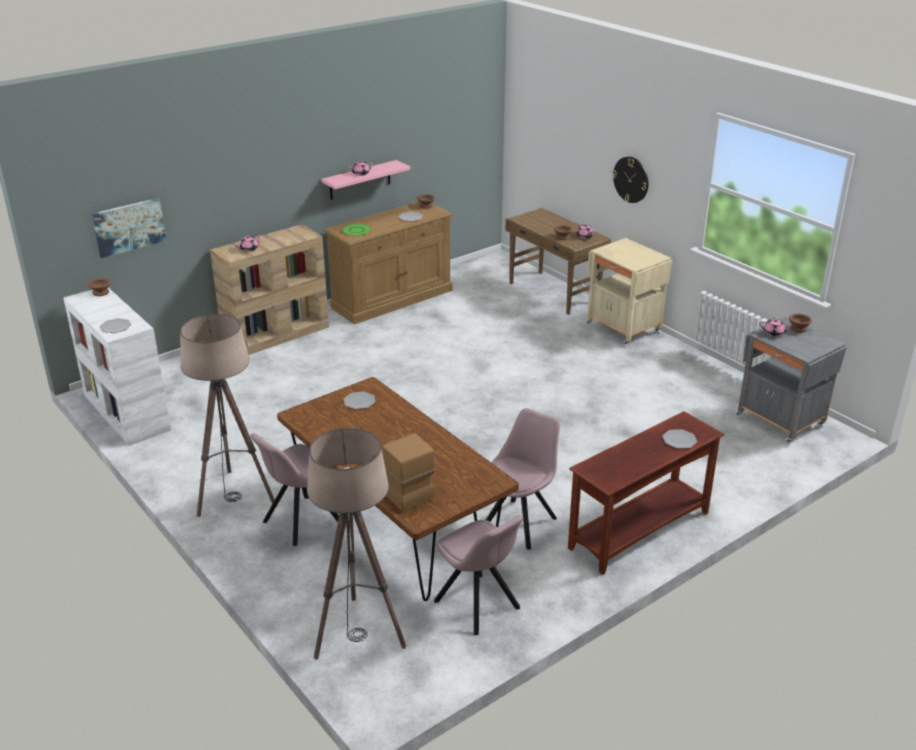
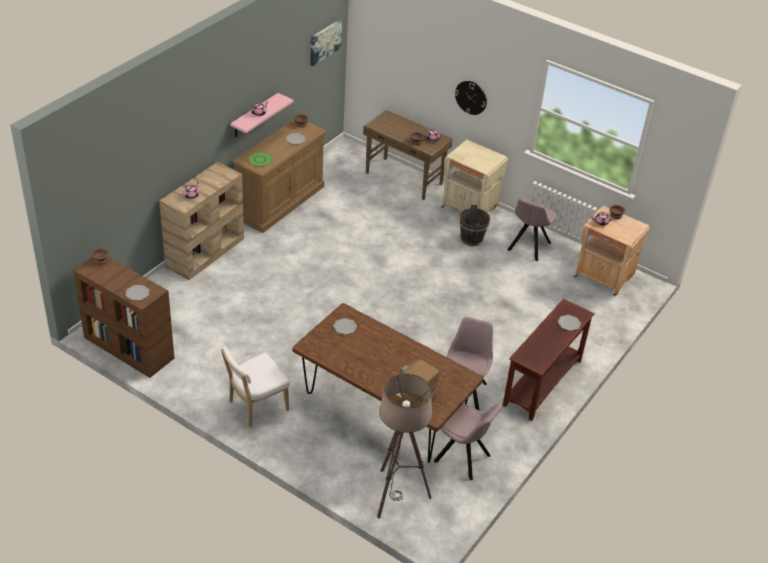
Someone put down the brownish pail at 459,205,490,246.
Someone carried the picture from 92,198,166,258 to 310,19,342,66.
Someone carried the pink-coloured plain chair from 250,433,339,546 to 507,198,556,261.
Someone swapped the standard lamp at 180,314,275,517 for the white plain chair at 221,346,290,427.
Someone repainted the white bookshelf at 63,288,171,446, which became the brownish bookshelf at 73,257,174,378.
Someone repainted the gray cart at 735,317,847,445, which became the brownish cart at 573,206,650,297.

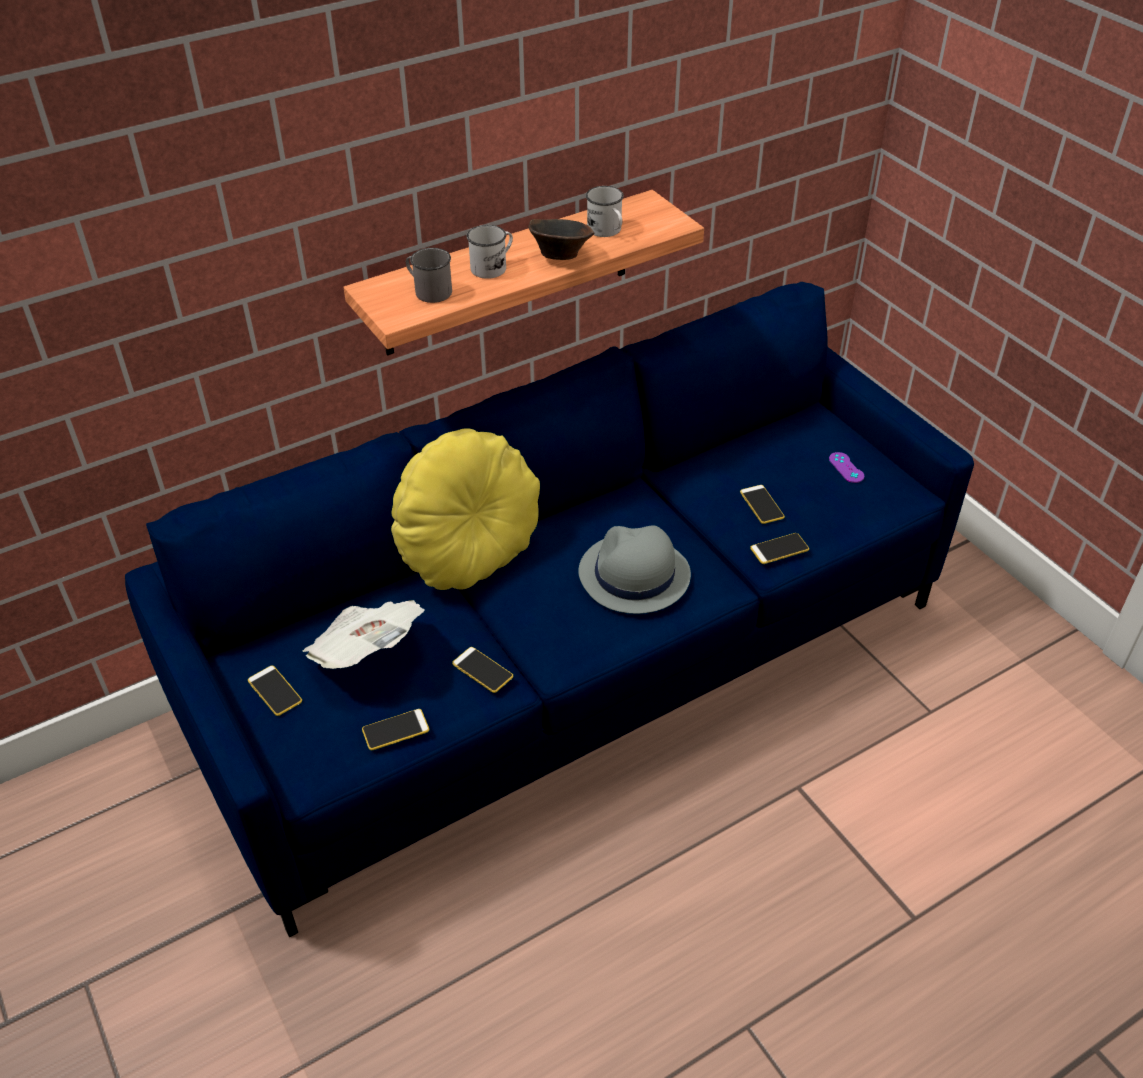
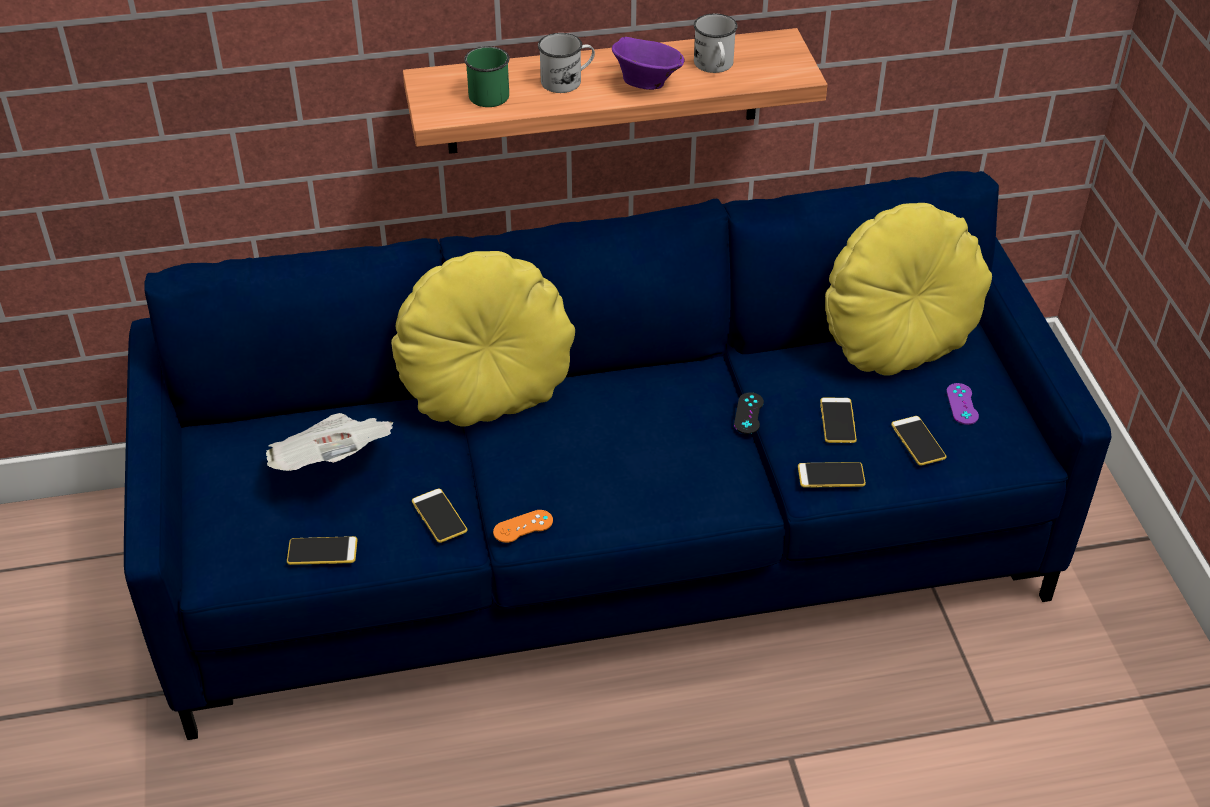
Someone took away the gray clothing hat at 578,525,691,614.
Someone put down the orangey game controller at 493,510,553,543.
Someone put down the black-coloured game controller at 734,392,764,434.
Someone put down the yellow pillow at 825,203,992,376.
Someone carried the telephone from 248,666,302,716 to 891,416,947,466.
Someone repainted the gray mug at 406,248,452,303, which became the green mug at 464,46,509,107.
Someone repainted the brownish serving bowl at 528,219,594,260, which became the purple-coloured serving bowl at 612,37,685,90.

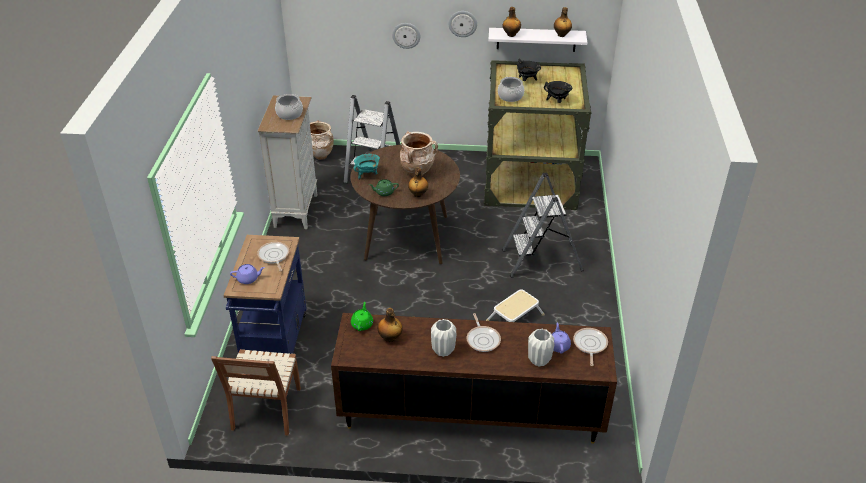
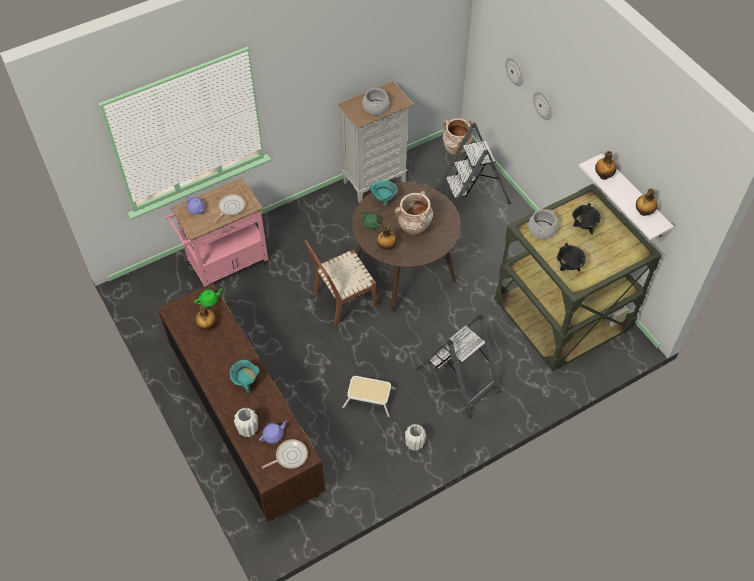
Someone carried the plain chair from 211,349,301,435 to 305,240,377,327.
Someone carried the white decorative vase from 431,319,456,357 to 405,424,426,451.
Someone carried the hanging clock from 449,11,477,37 to 505,57,524,86.
Someone swapped the pan at 466,313,501,352 for the blue-green cooking pot at 229,360,259,394.
Someone repainted the blue cart at 223,235,307,354, which became the pink-coloured cart at 166,178,268,287.

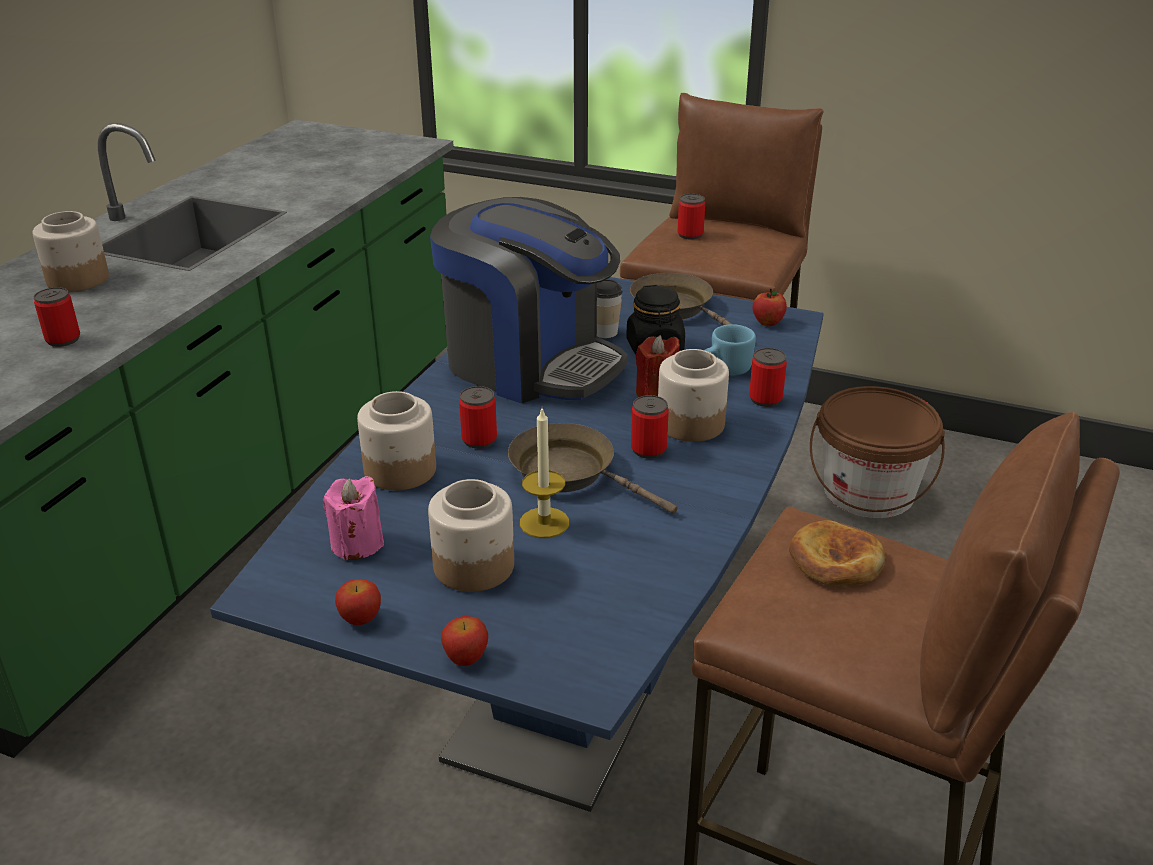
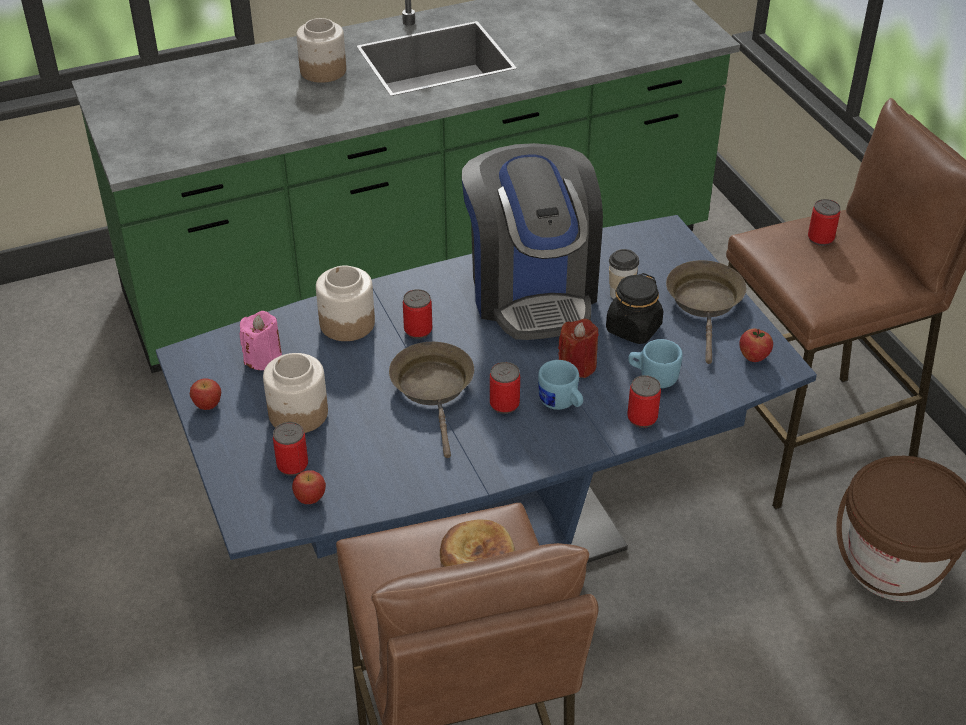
Someone took away the candle at 520,409,569,538.
Someone carried the can from 34,287,80,347 to 273,422,308,476.
Someone carried the whole apple from 441,616,488,666 to 292,470,326,504.
Someone swapped the storage jar at 658,349,729,442 for the blue mug at 538,360,583,410.

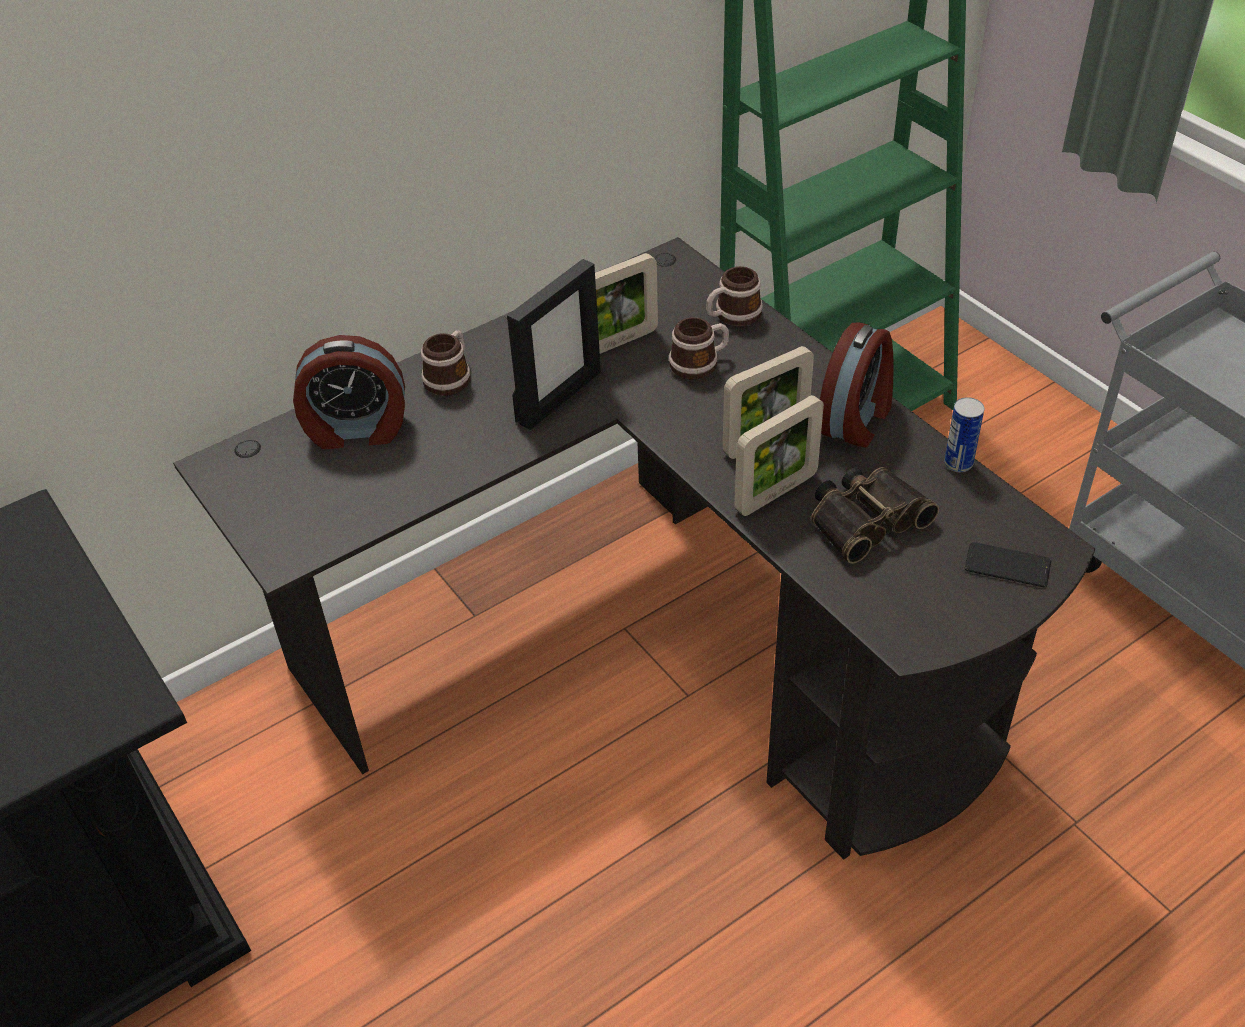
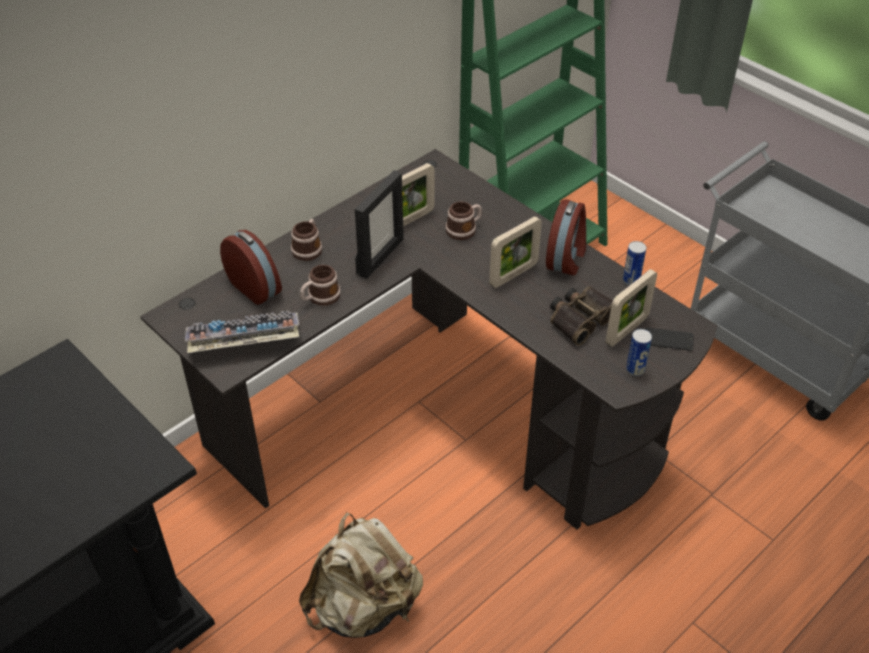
Someone put down the computer keyboard at 185,311,299,353.
Someone put down the beige backpack at 299,513,423,638.
Someone put down the can at 626,329,652,376.
Someone carried the mug from 706,266,763,326 to 300,265,341,306.
Someone carried the picture frame from 734,395,824,516 to 605,269,657,347.
Someone rotated the bedside clock at 293,335,405,449 by 120 degrees counterclockwise.

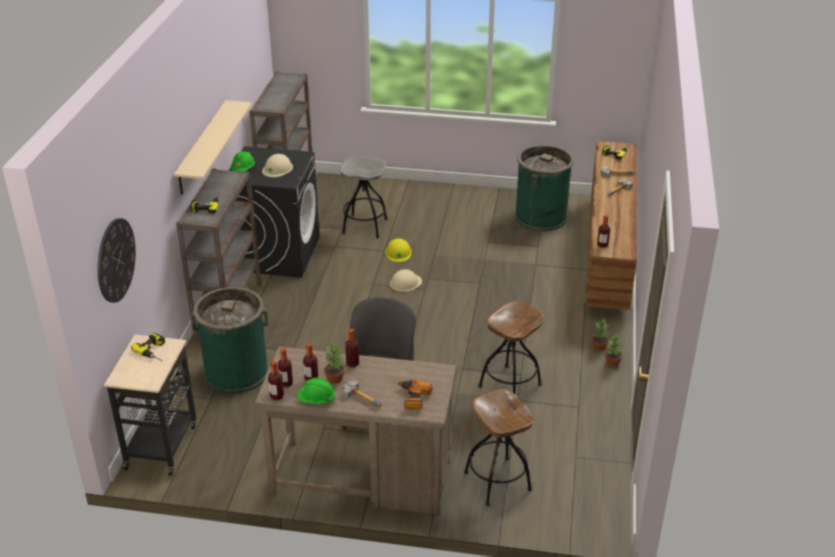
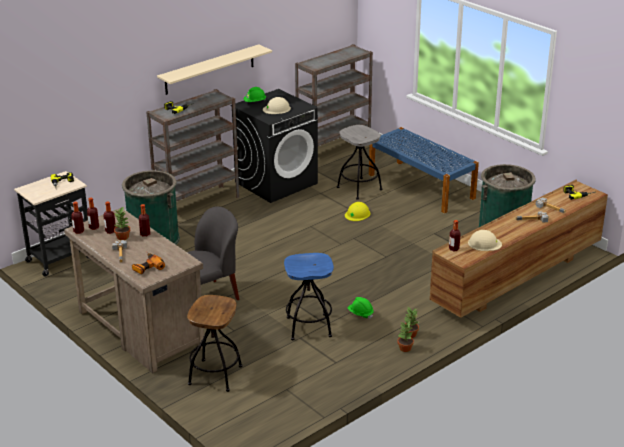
Someone took away the hanging clock at 98,218,136,303.
Someone put down the blue indoor bench at 369,127,479,214.
Someone carried the green hard hat from 297,378,336,404 to 348,297,374,319.
Someone carried the beige hard hat from 390,269,422,292 to 468,230,502,251.
Someone repainted the brownish stool seat at 478,301,544,395, which became the blue stool seat at 284,253,334,340.

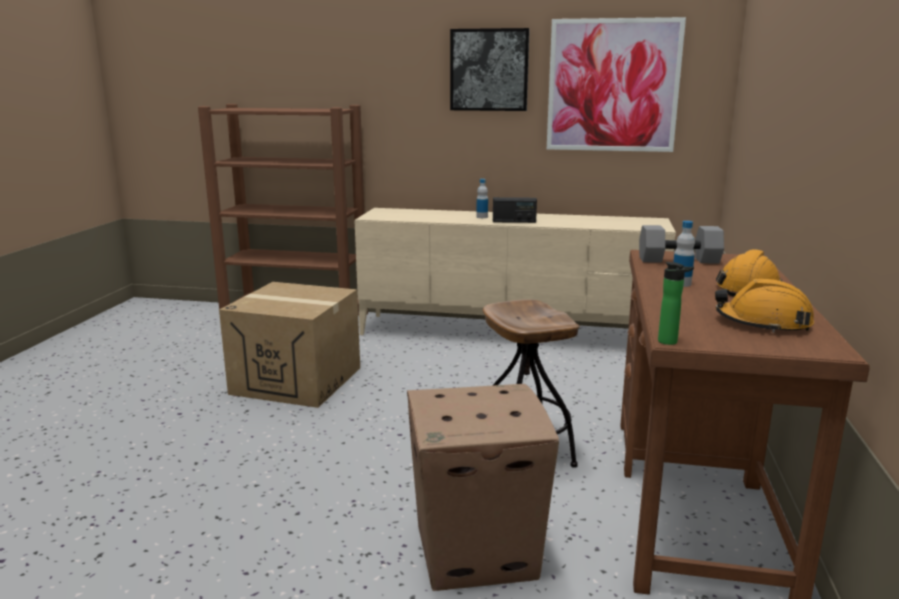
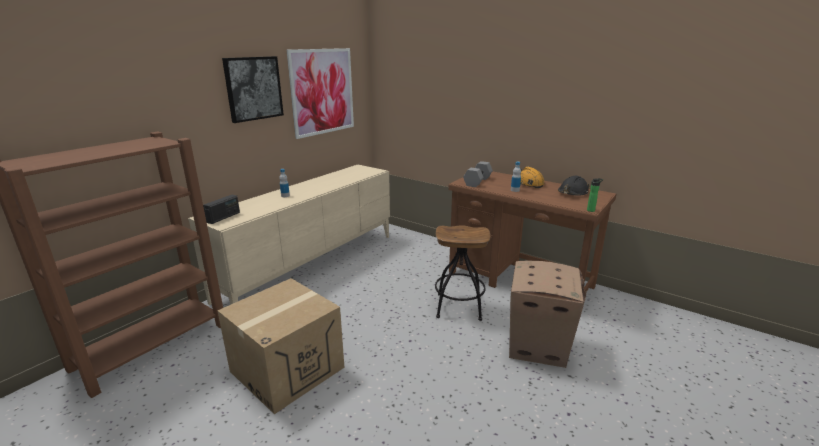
Someone carried the radio set from 493,197,537,223 to 203,195,240,224.
Someone repainted the orangey hard hat at 715,279,814,333, which became the black-coloured hard hat at 558,176,590,196.

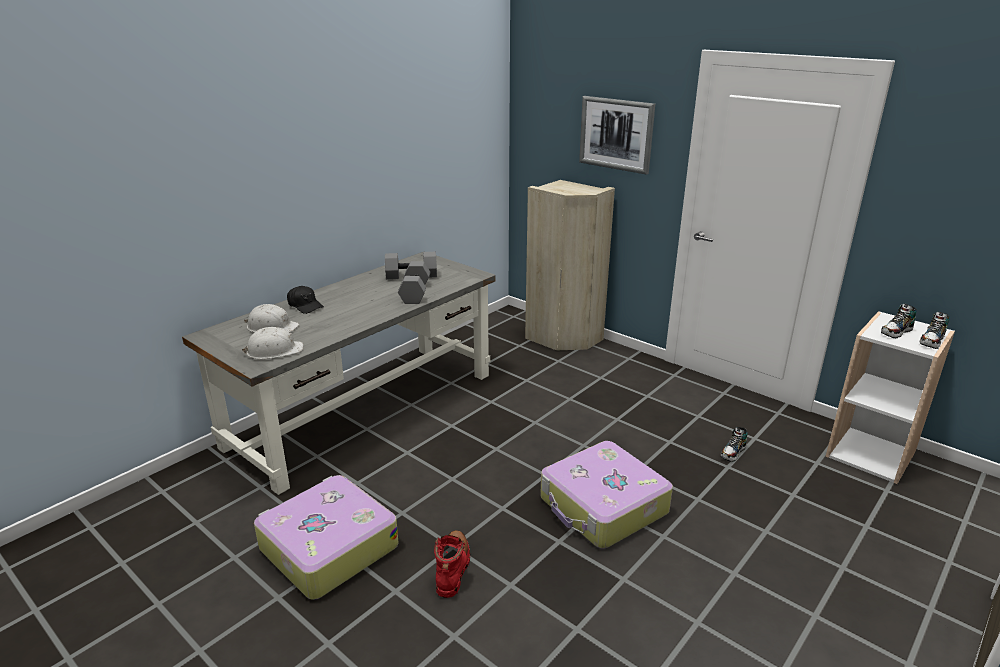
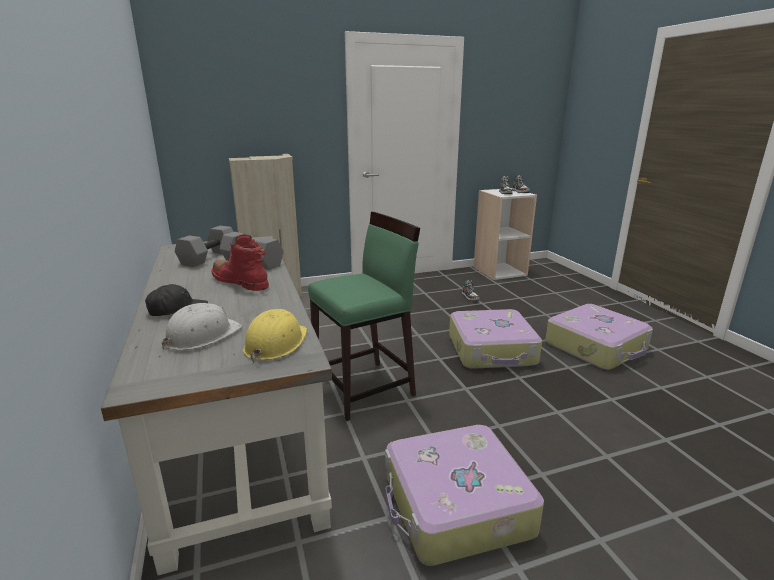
Someone took away the picture at 579,96,655,175.
Someone put down the green stool seat at 308,212,420,421.
Someone put down the suitcase at 545,304,653,370.
Someone carried the red-coloured high-top boot from 434,530,470,598 to 212,235,269,291.
Someone repainted the white hard hat at 242,327,303,359, which became the yellow hard hat at 243,309,307,363.

